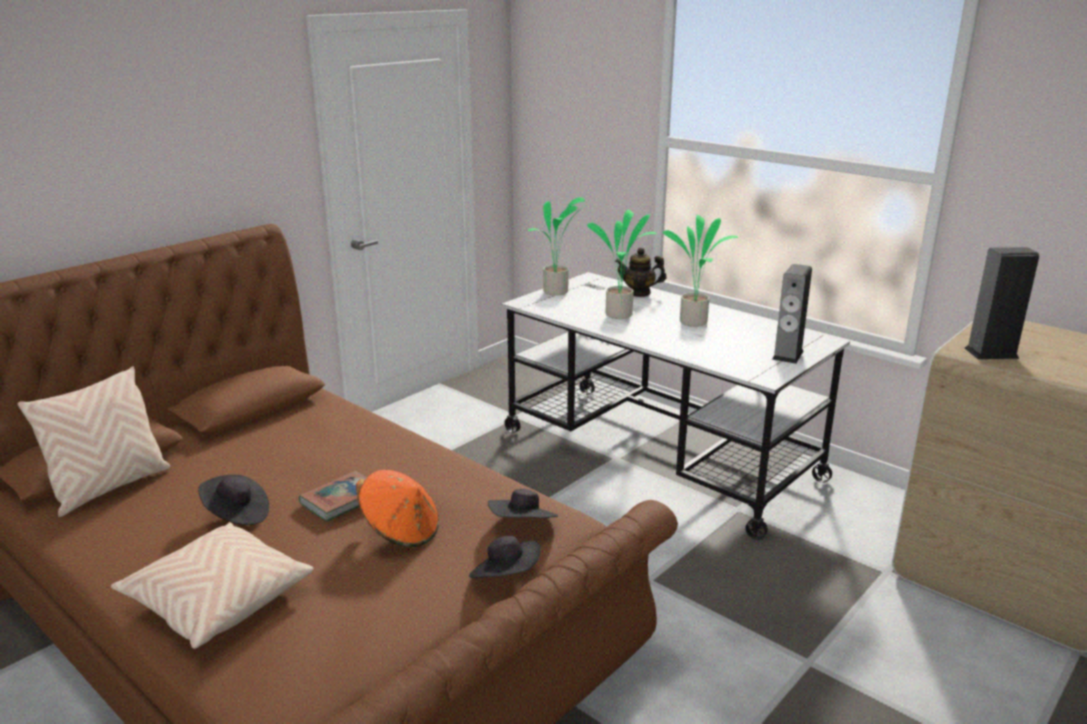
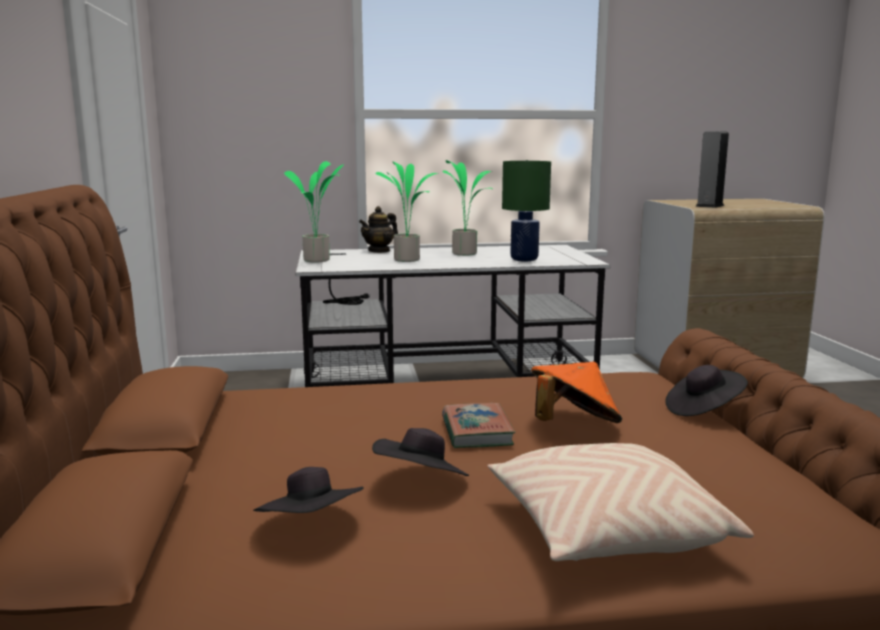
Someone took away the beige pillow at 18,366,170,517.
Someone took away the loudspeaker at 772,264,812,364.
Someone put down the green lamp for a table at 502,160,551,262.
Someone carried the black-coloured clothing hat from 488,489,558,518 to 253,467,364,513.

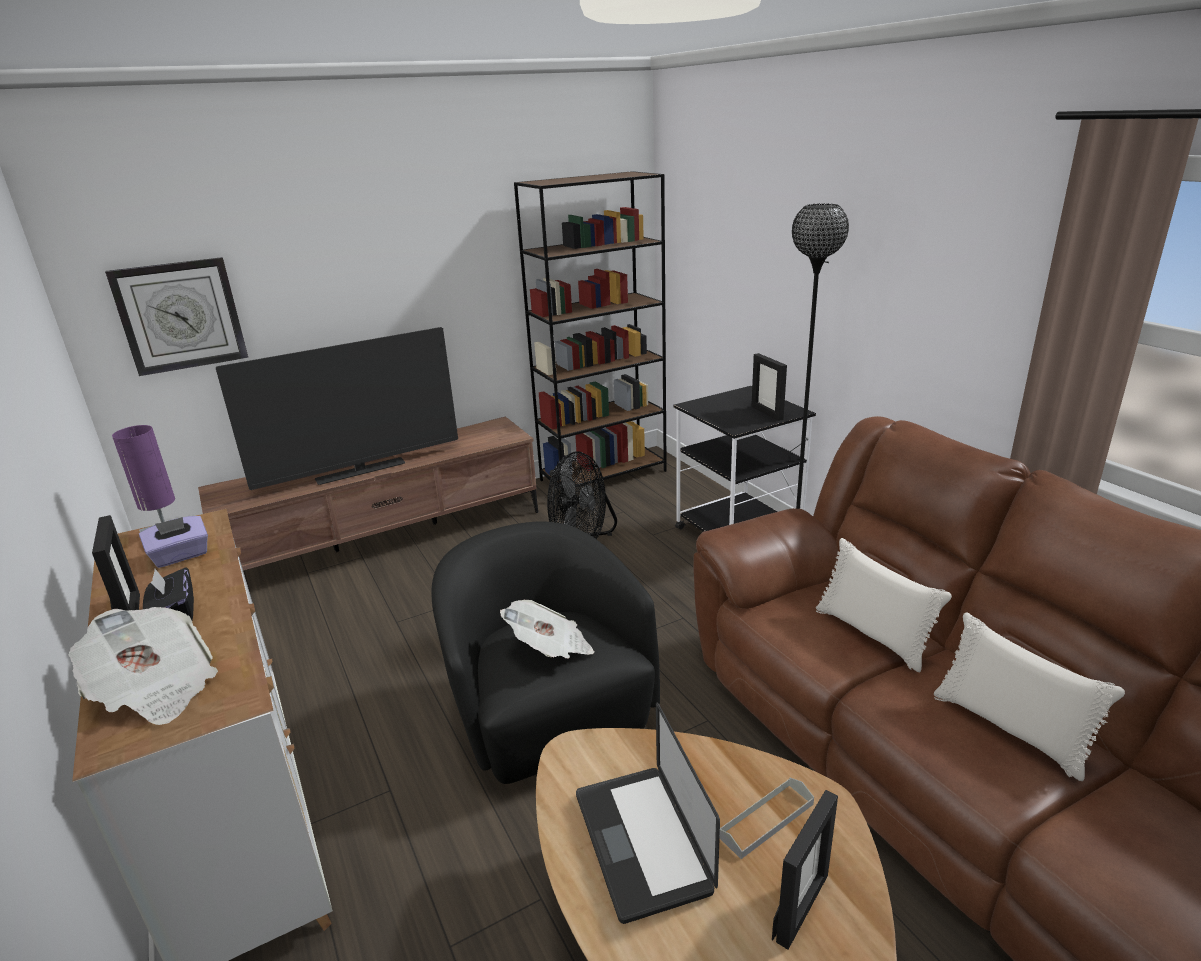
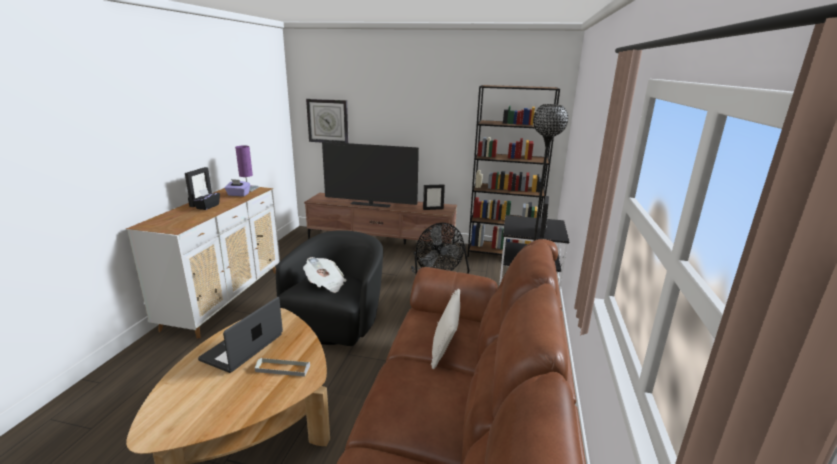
Someone took away the newspaper at 69,607,218,725.
Someone took away the white pillow at 934,613,1125,781.
Someone carried the picture frame from 772,790,838,950 to 423,184,445,210.

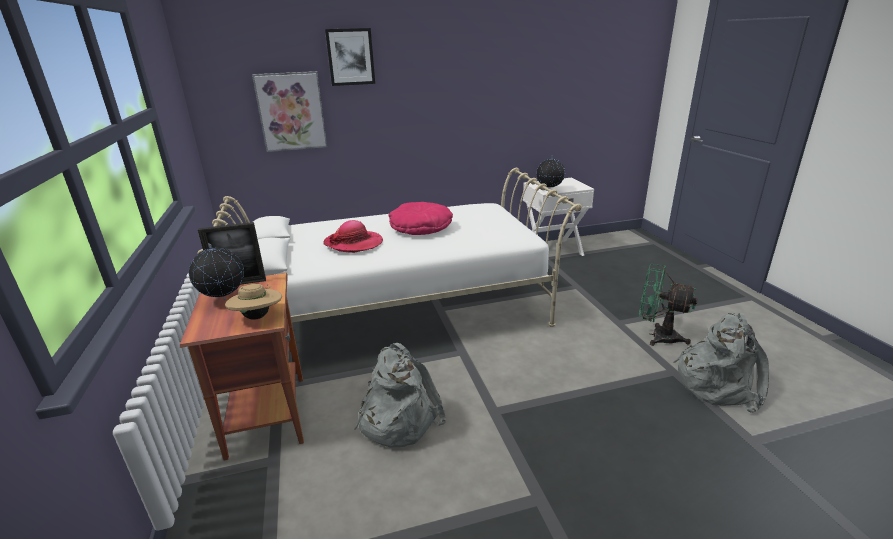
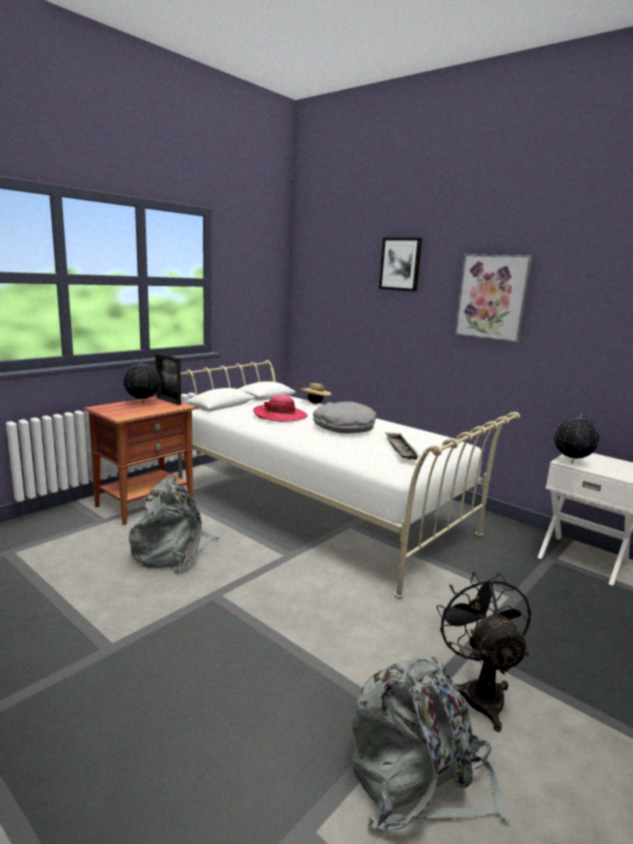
Someone put down the carrying tray at 385,432,421,460.
Someone carried the beige clothing hat from 225,284,282,320 to 301,383,332,404.
Someone carried the picture from 252,71,327,152 to 455,254,533,343.
Someone repainted the pink-coloured pillow at 388,202,453,235, which became the gray pillow at 313,402,376,434.
Someone repainted the green fan at 639,264,698,346, which became the black-coloured fan at 436,572,531,732.

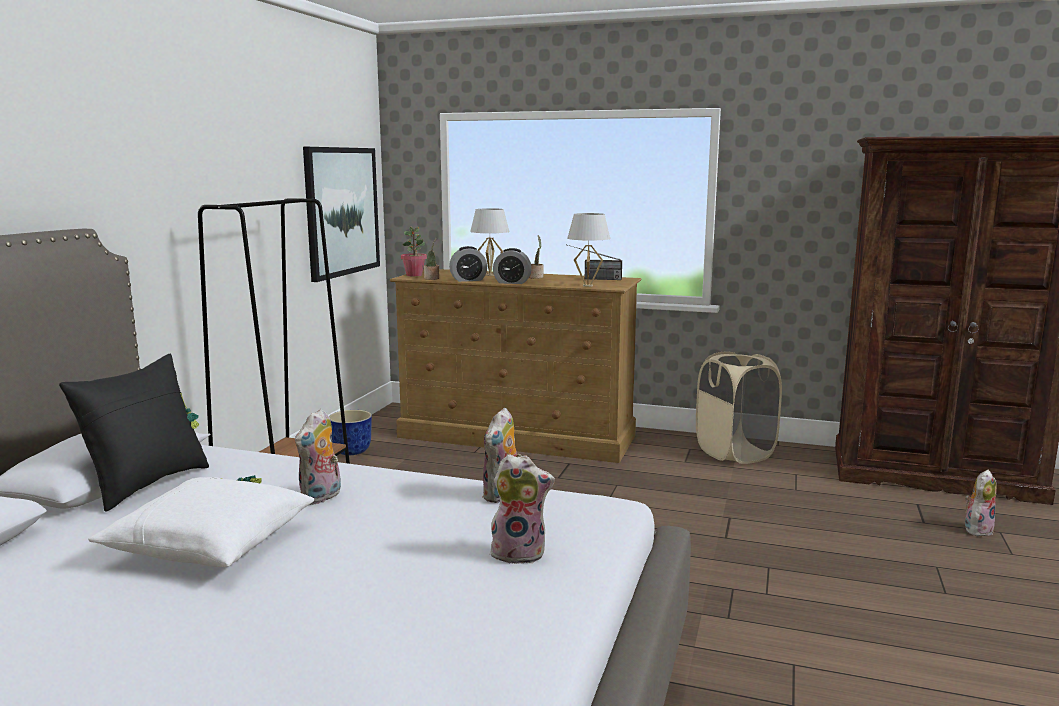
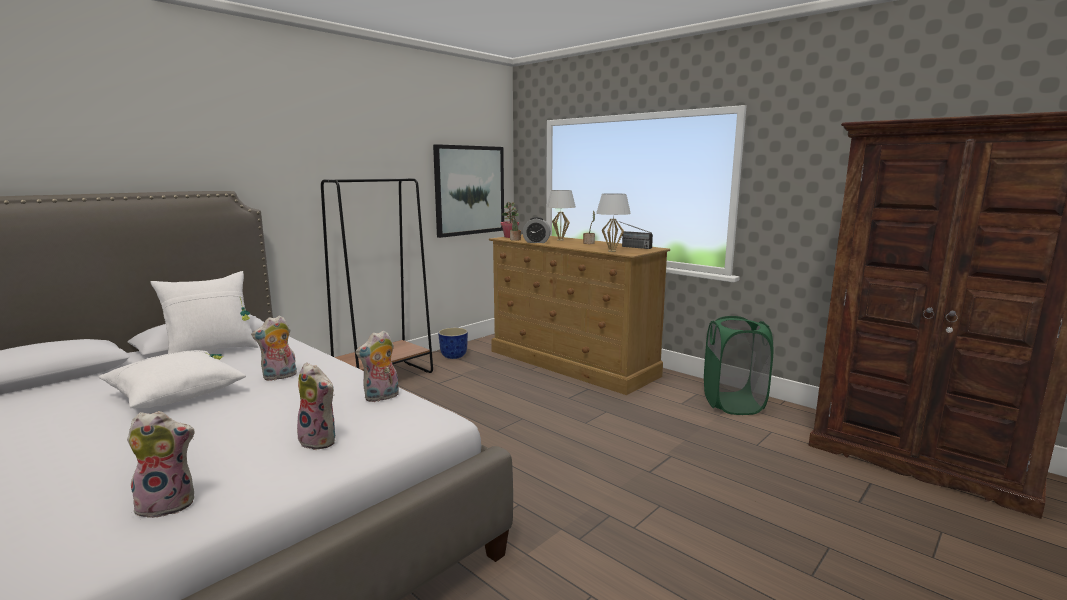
Someone took away the bedside clock at 493,248,532,284.
Someone carried the soft toy from 965,470,997,537 to 127,411,195,520.
Someone repainted the black-coloured pillow at 59,354,209,512, which became the white pillow at 150,271,258,354.
Someone repainted the beige laundry basket at 696,351,782,464, which became the green laundry basket at 704,316,773,415.

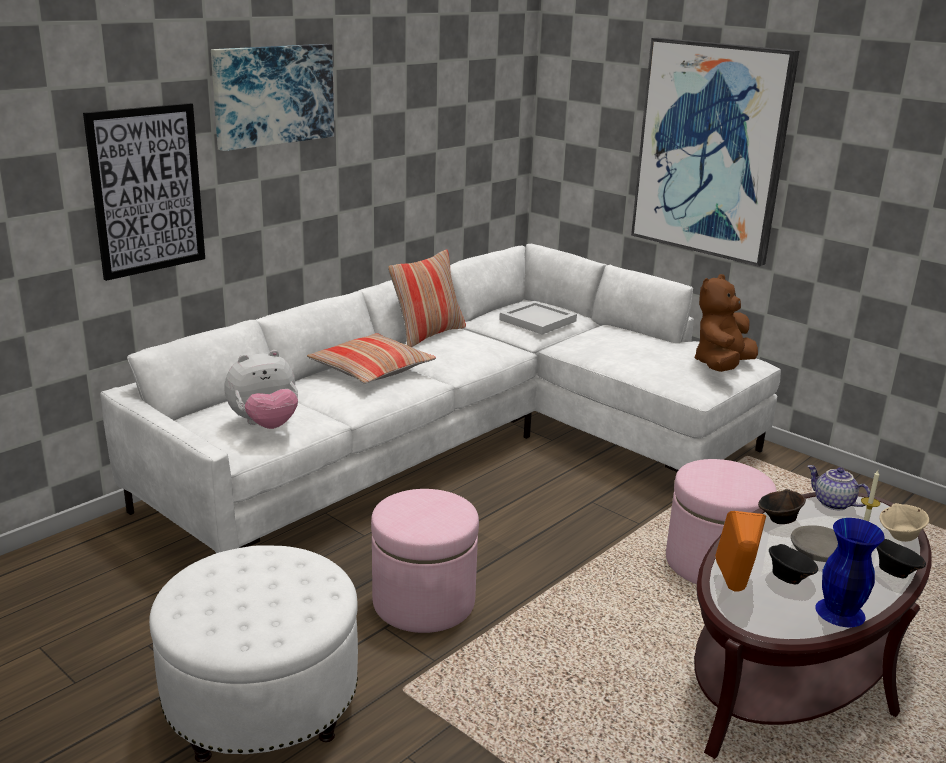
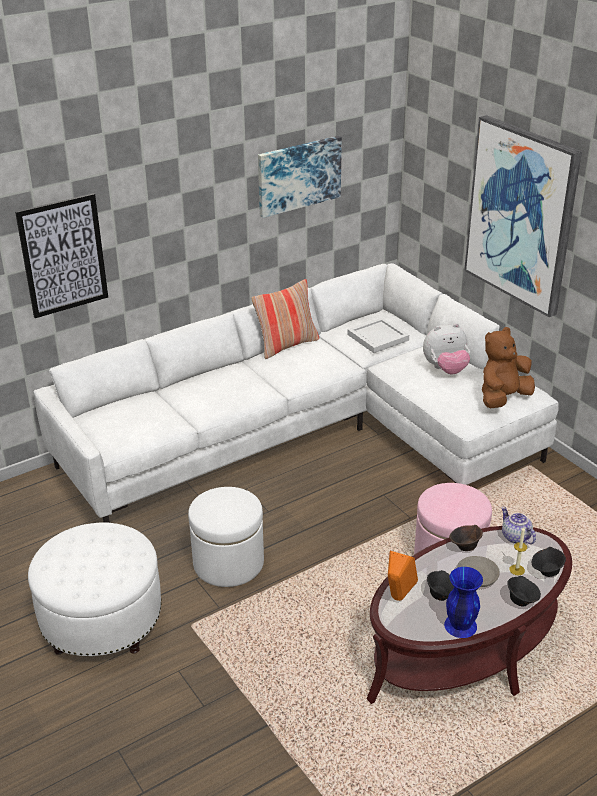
Someone took away the pillow at 307,333,436,384.
Someone carried the picture from 211,44,334,151 to 258,136,342,218.
Someone carried the soft toy from 224,350,298,429 to 423,323,470,374.
Someone repainted the pink-coloured pouffe at 371,489,479,633, which became the white pouffe at 188,487,264,587.
Someone repainted the beige serving bowl at 879,503,929,542, which became the black-coloured serving bowl at 532,547,566,577.

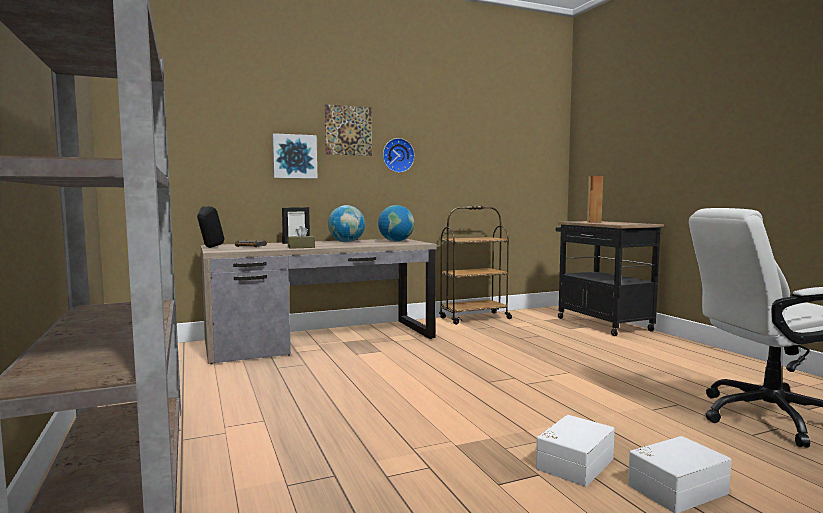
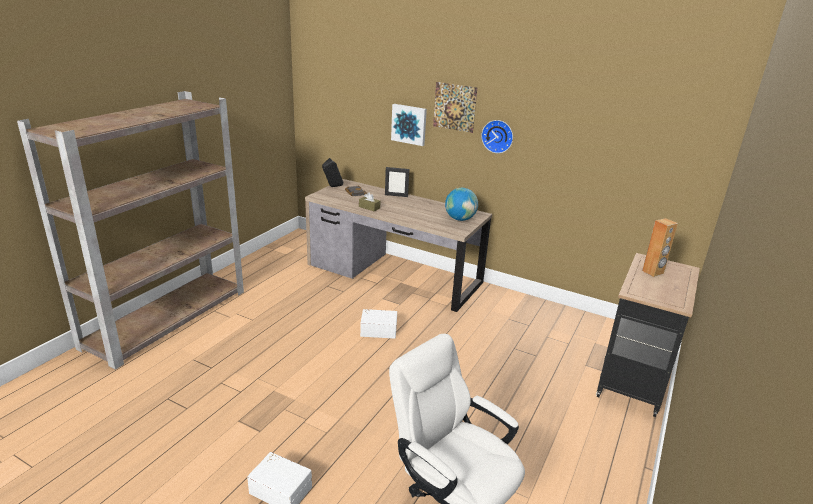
Someone took away the world globe at 328,205,365,242.
Someone took away the brownish cart at 439,205,512,325.
Someone carried the white storage container from 536,415,615,487 to 360,309,397,339.

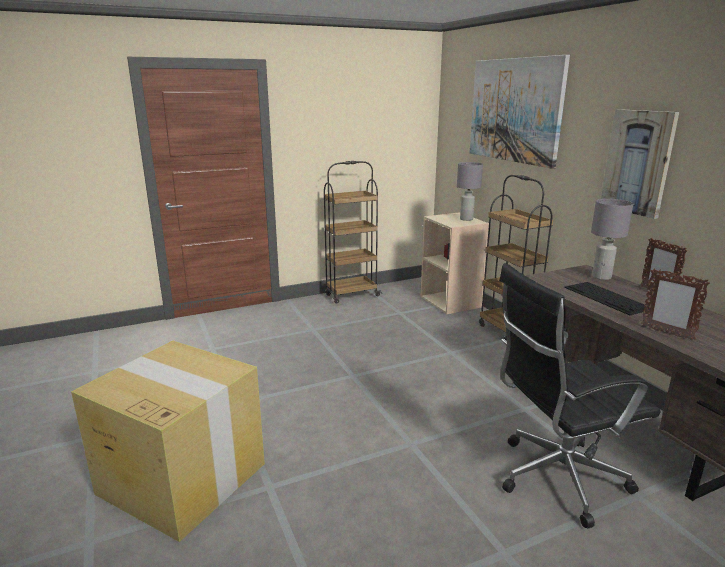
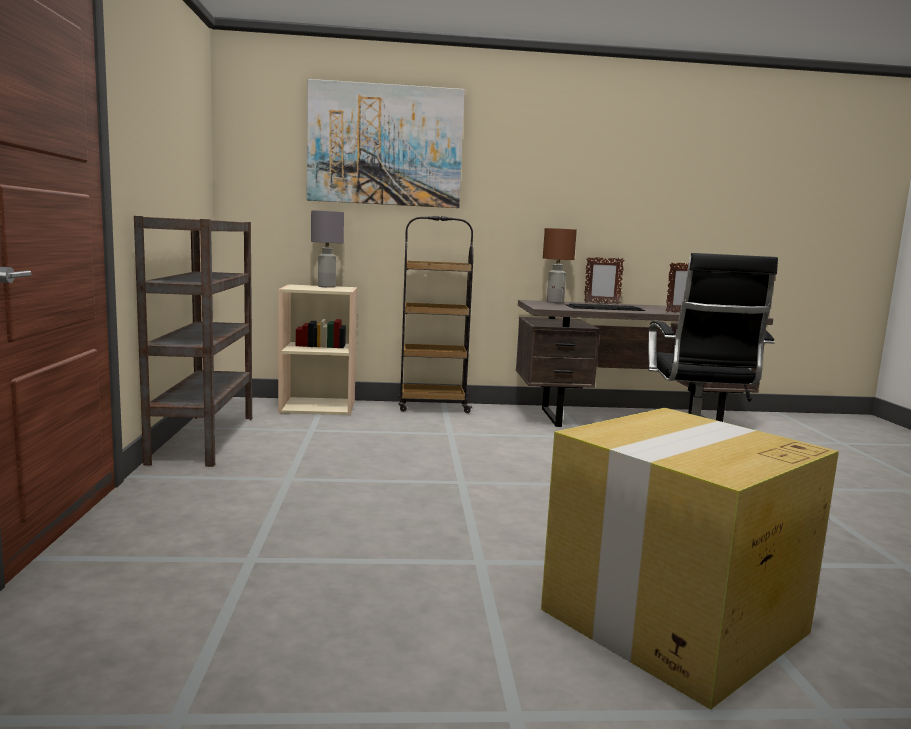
Someone took away the picture at 601,109,679,219.
Someone swapped the brownish cart at 324,161,381,304 for the gray bookshelf at 134,216,252,467.
Someone repainted the gray lamp for a table at 591,199,633,280, which became the brownish lamp for a table at 543,228,577,303.

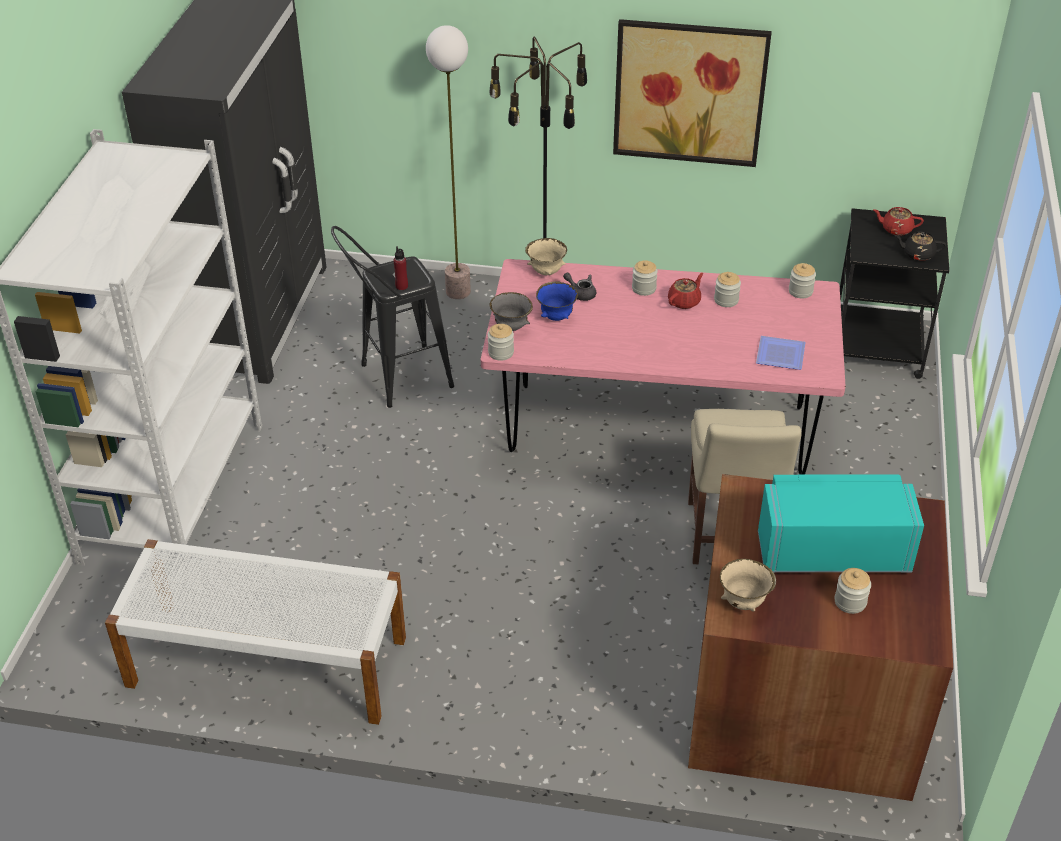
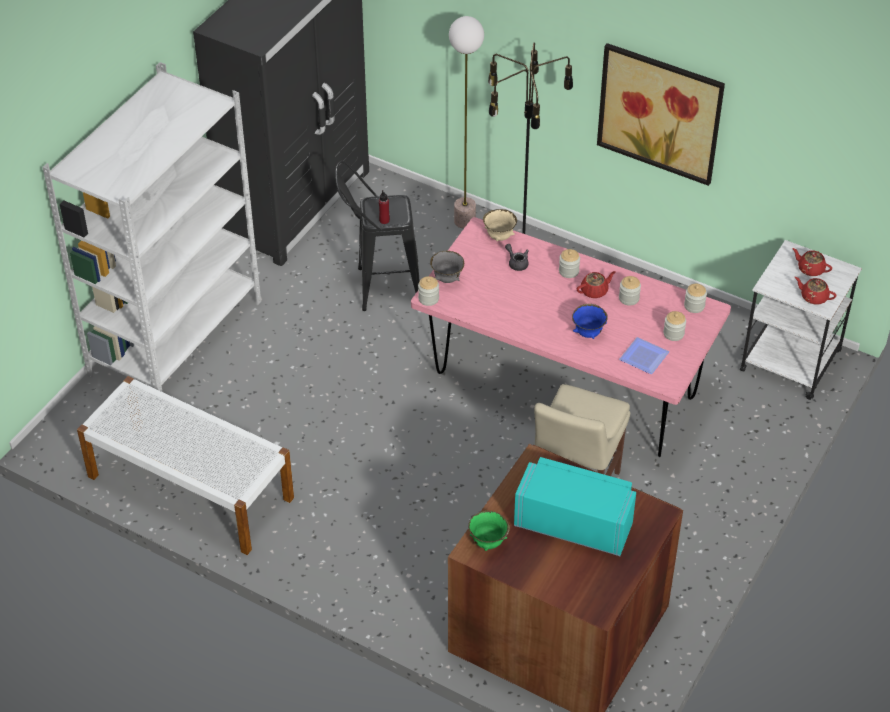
Someone carried the blue serving bowl from 536,281,578,321 to 572,304,608,339.
Someone carried the storage jar from 835,568,871,614 to 663,311,686,341.
Someone repainted the beige serving bowl at 720,559,776,612, which became the green serving bowl at 468,511,510,551.
Someone repainted the black-coloured cart at 840,208,949,379, which became the white cart at 740,240,862,400.
Someone repainted the black-coloured pot for tea at 894,232,946,261, which became the red-coloured pot for tea at 795,277,836,305.

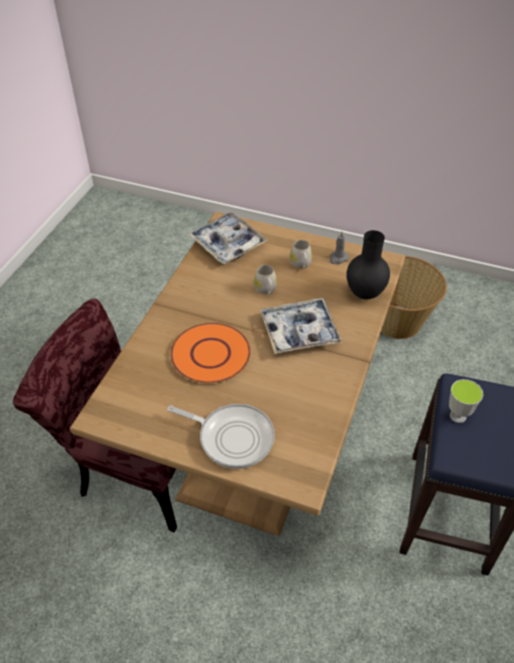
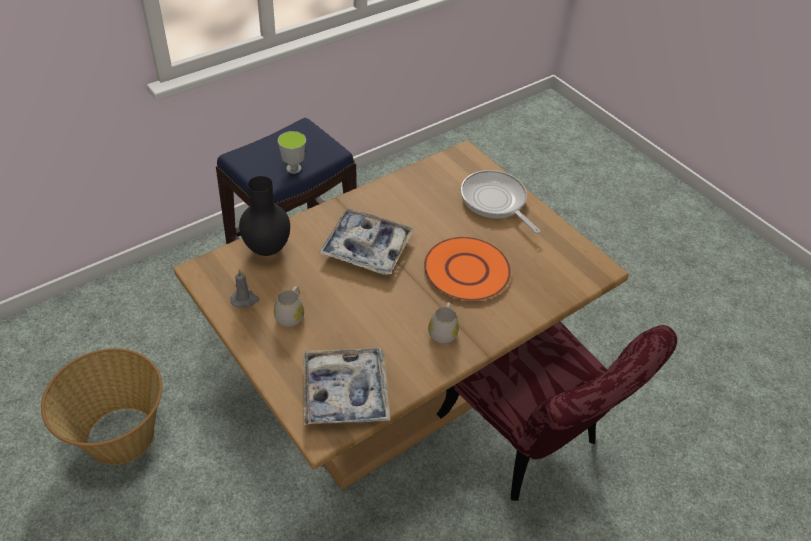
Someone carried the white mug from 254,265,277,294 to 428,303,459,344.

